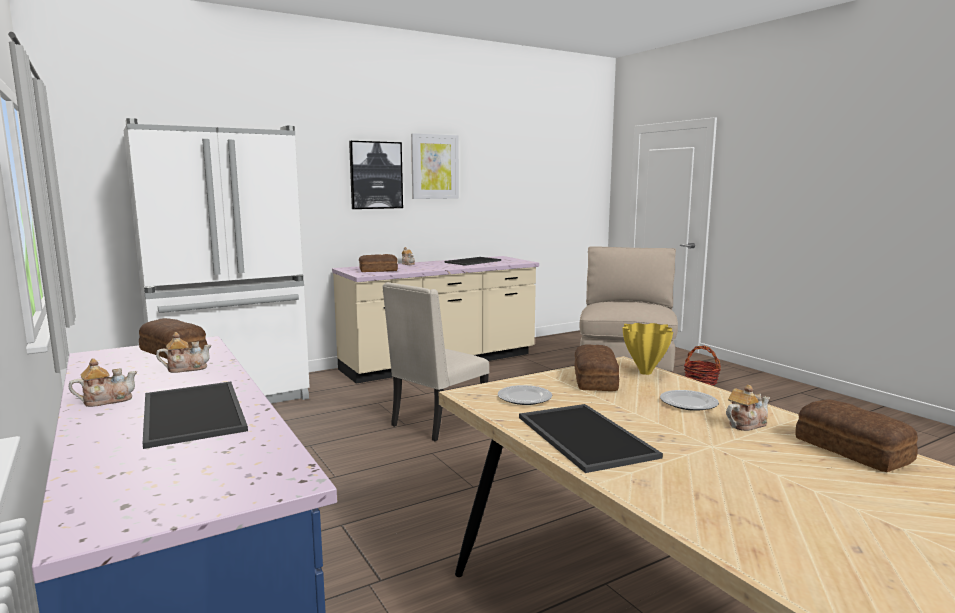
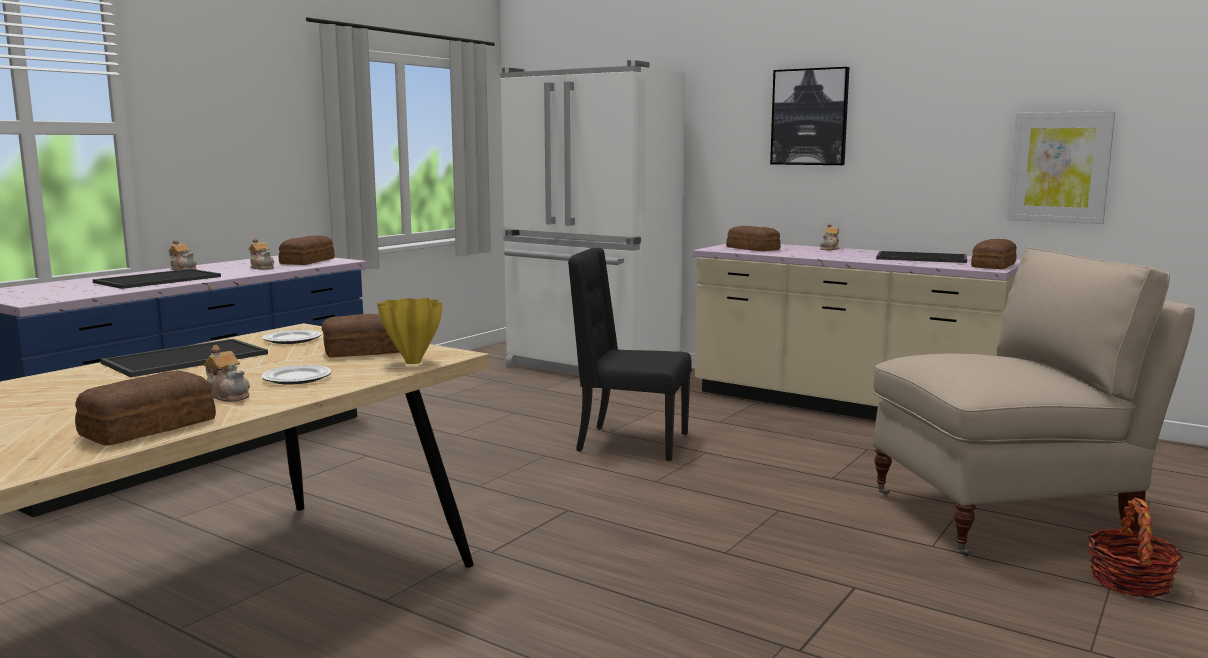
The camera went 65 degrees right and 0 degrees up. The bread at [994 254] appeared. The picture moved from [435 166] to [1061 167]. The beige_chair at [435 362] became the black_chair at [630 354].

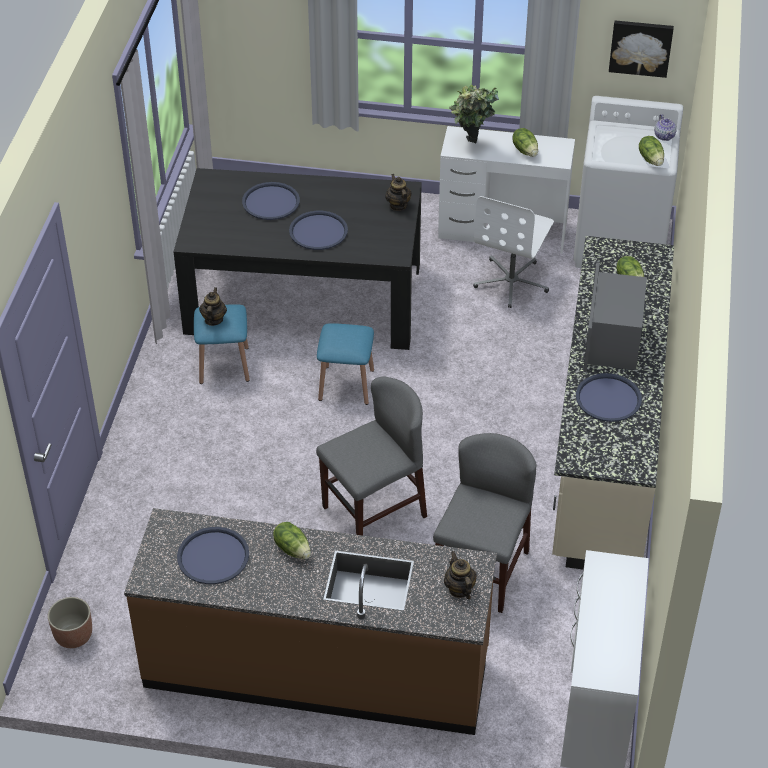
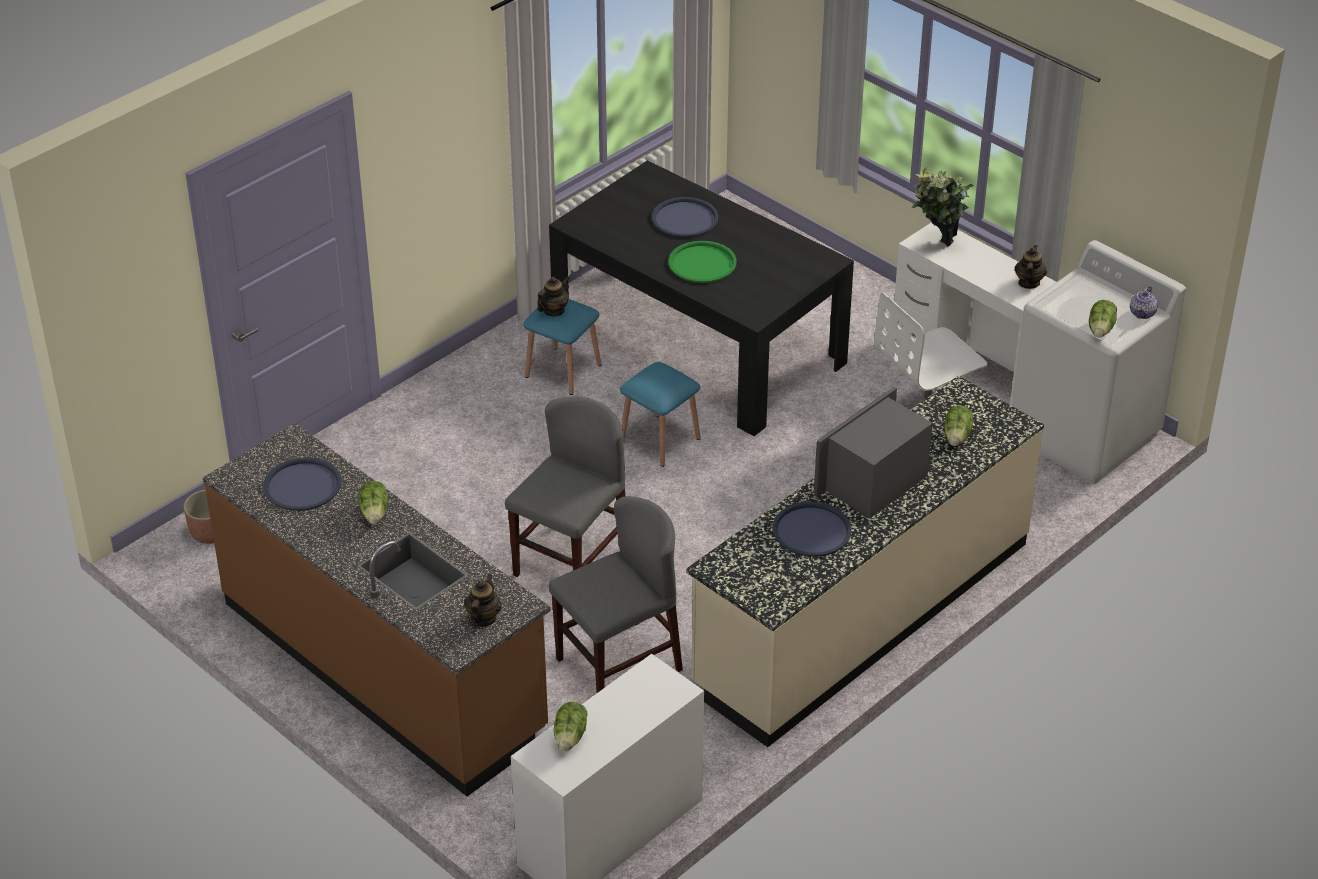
The camera went 35 degrees right and 5 degrees down. The picture at [641 49] disappeared. The teapot moved from [398 192] to [1031 267]. The lettuce moved from [525 142] to [571 726]. The blue_tray at [318 230] became the green_tray at [702 262]. The grey_chair at [371 456] turned 60 degrees counterclockwise.

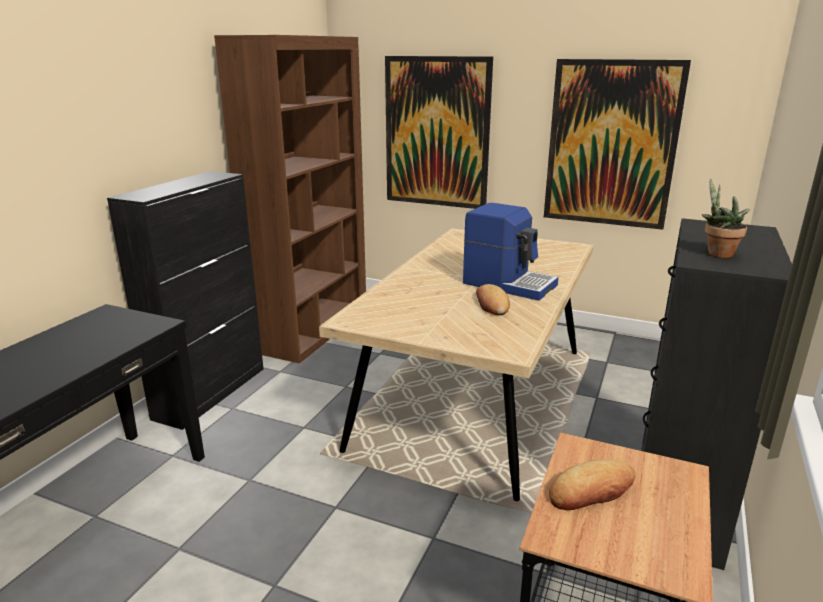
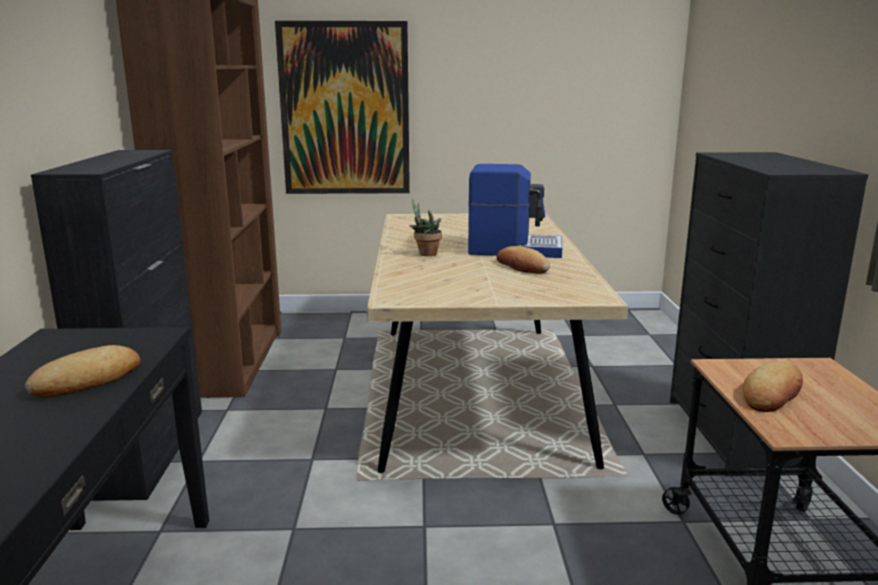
The camera went 25 degrees left and 5 degrees down. The picture at [617 144] disappeared. The bread at [82 371] appeared. The potted_plant moved from [726 218] to [425 227].

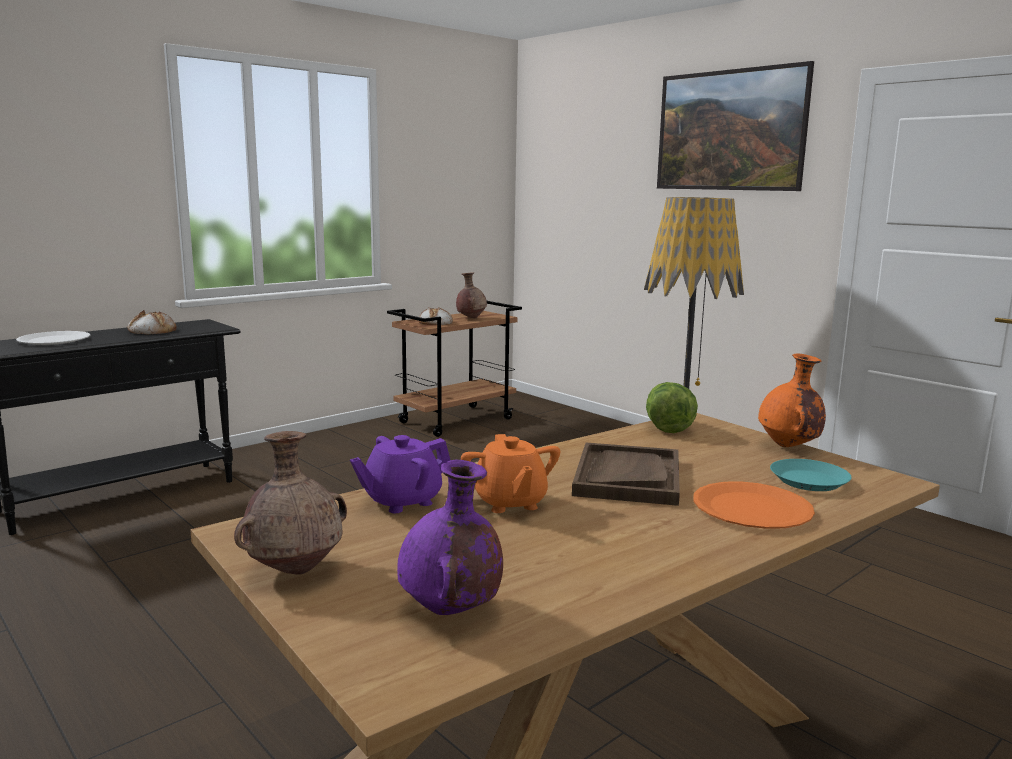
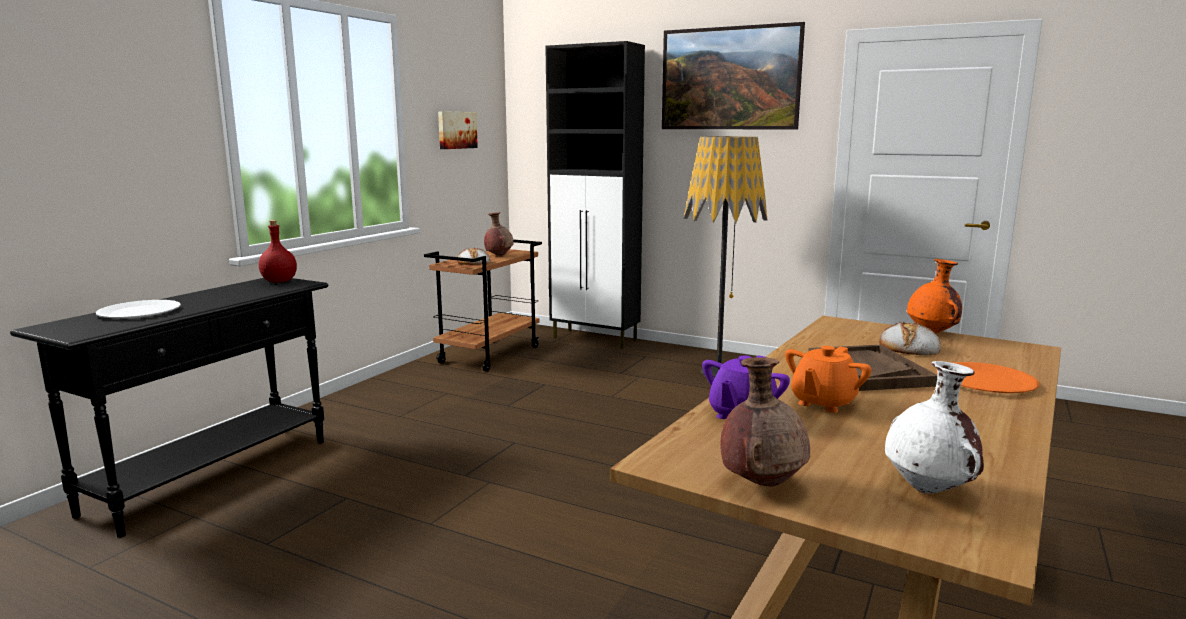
The camera went 20 degrees left and 0 degrees up. The lettuce at [672 407] disappeared. The turquoise_plate at [811 475] disappeared. The red_bottle at [278 251] appeared. The picture at [458 130] appeared. The black_cabinet at [595 195] appeared. The bread moved from [152 322] to [910 338]. The purple_vase at [450 537] became the white_vase at [934 427]. The orange_teapot at [510 473] turned 75 degrees clockwise.

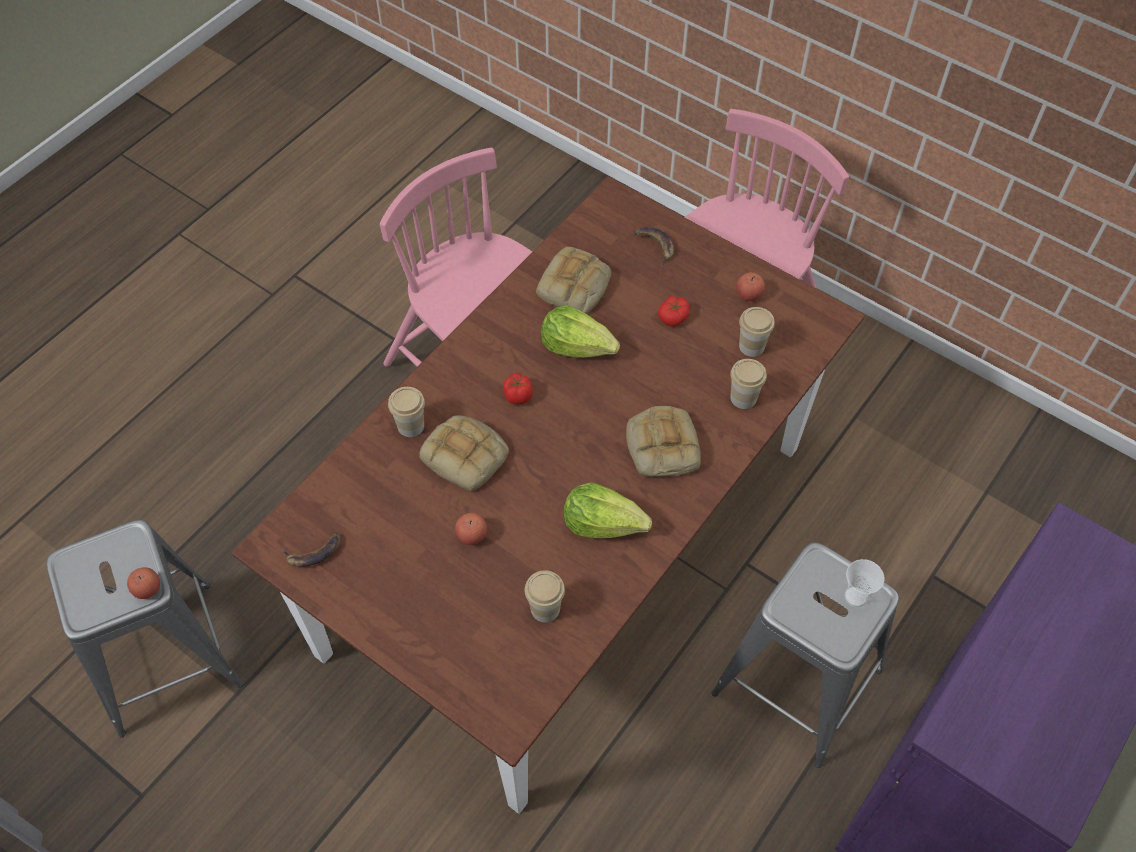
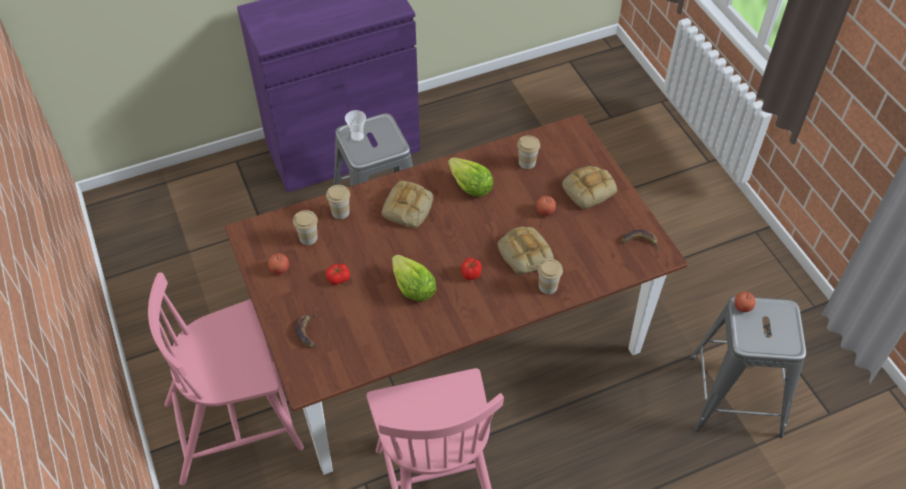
The camera went 150 degrees left and 5 degrees down. The bread moved from [573 280] to [589 187].

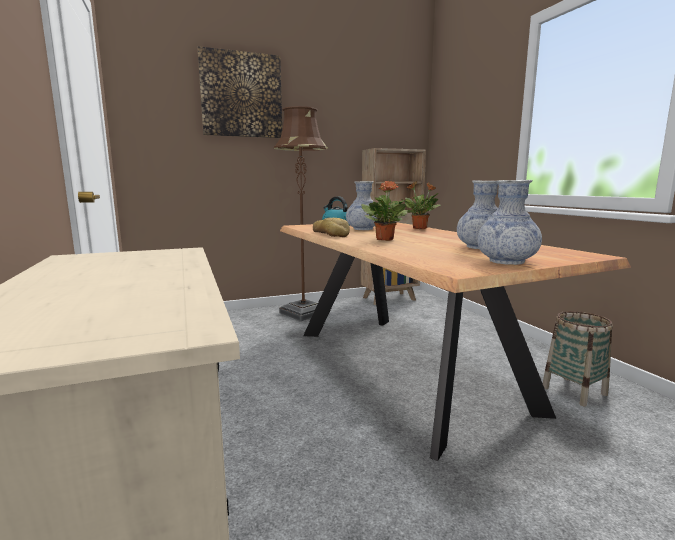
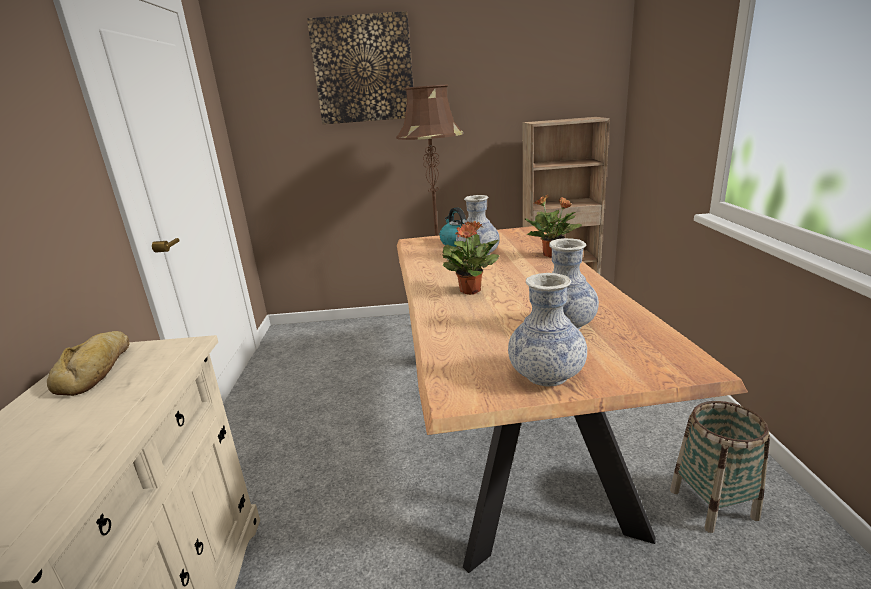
The camera went 20 degrees right and 10 degrees up. The bread moved from [331 227] to [88 363].

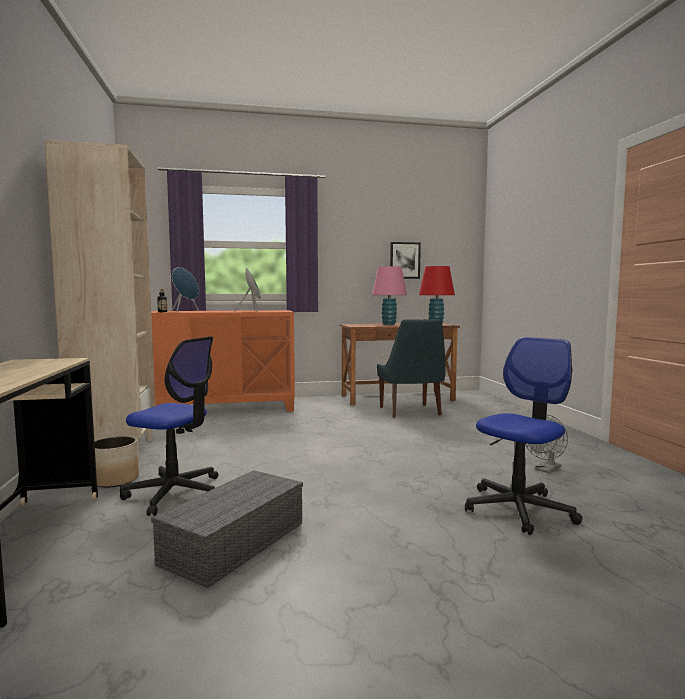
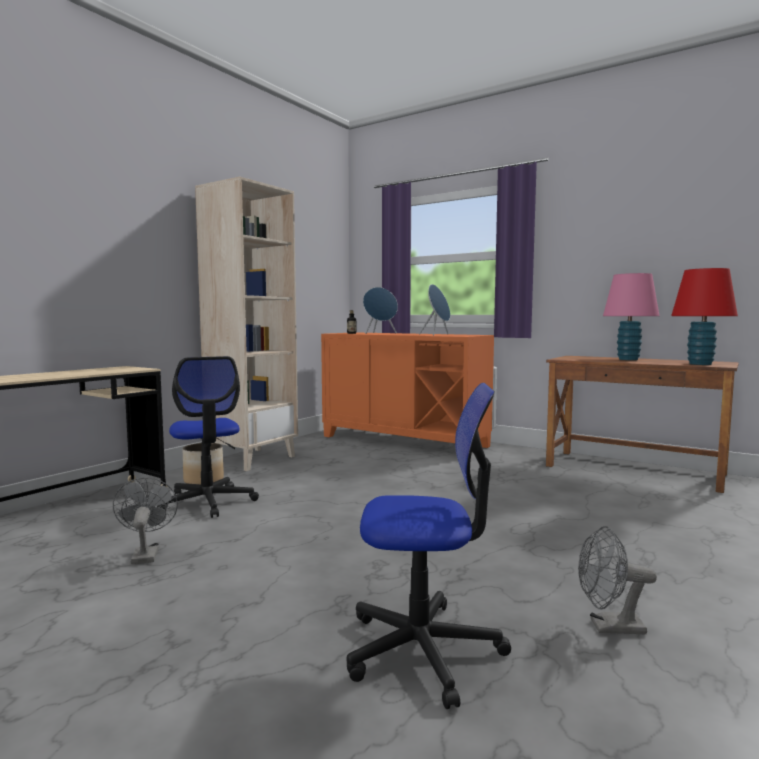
The camera went 45 degrees right and 0 degrees up. The blue_chair at [411 368] disappeared. The picture at [405 260] disappeared. The grey_storage_box at [227 529] was replaced by the grey_fan at [145 521].

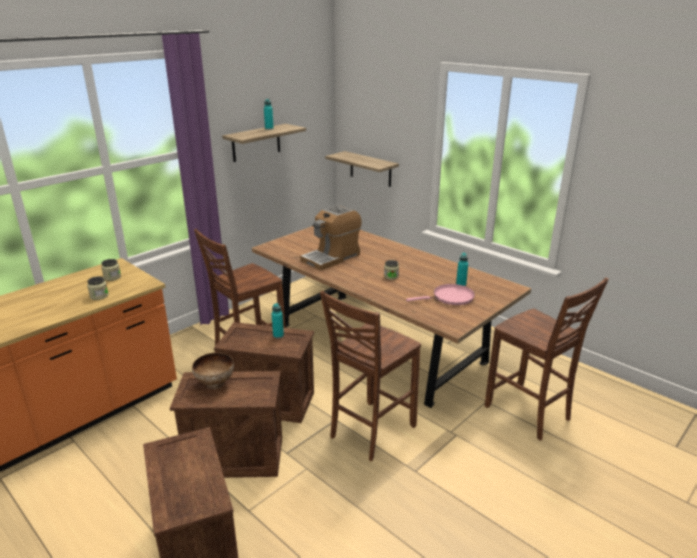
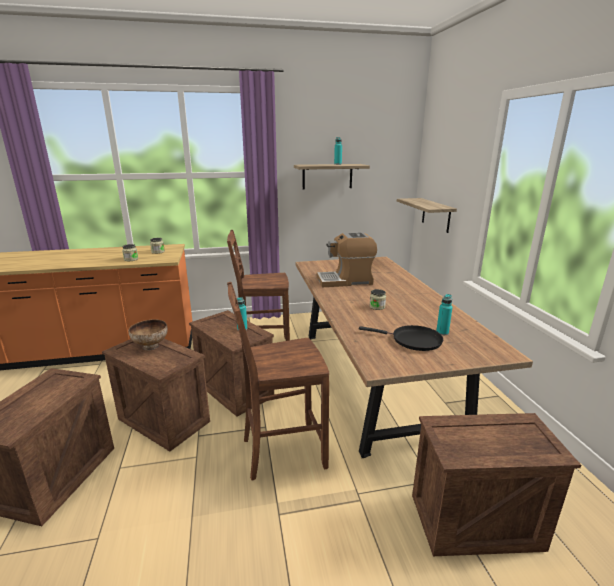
The camera went 35 degrees right and 5 degrees down. The brown_chair at [547 359] was replaced by the crate at [496 484]. The pink_frying_pan at [440 294] became the black_frying_pan at [401 338].

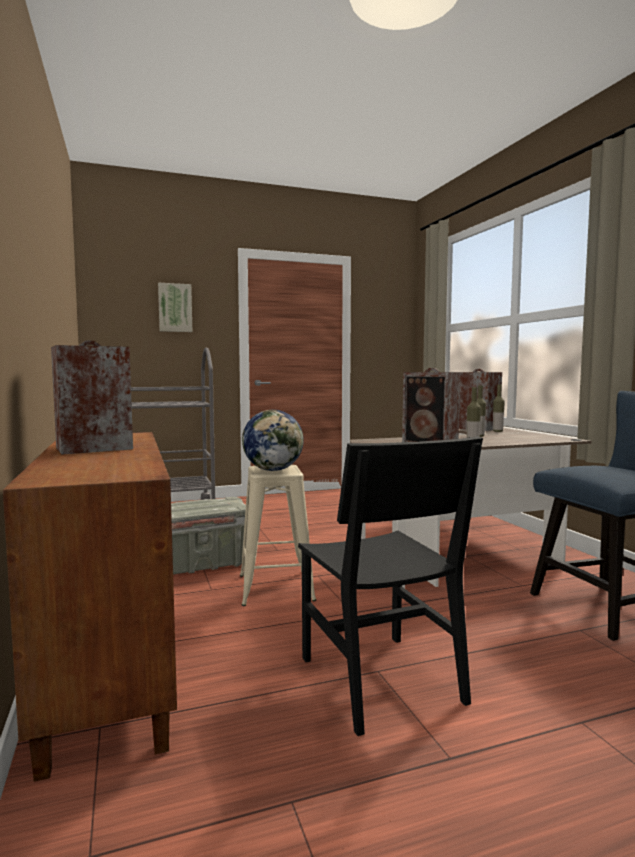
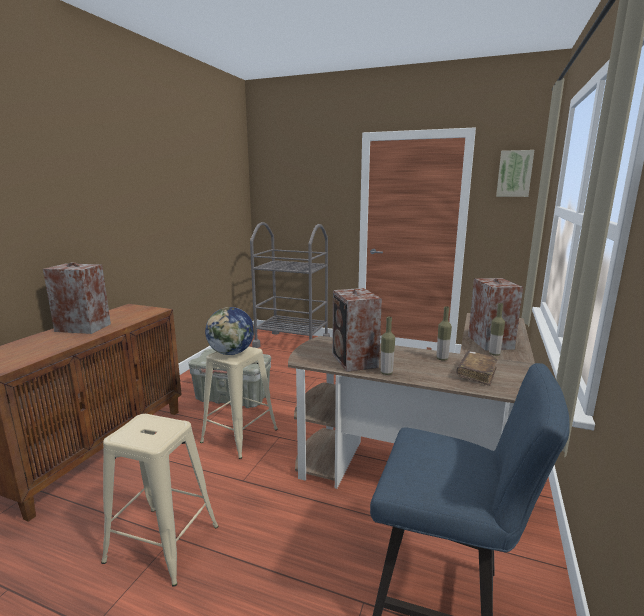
The camera went 40 degrees right and 10 degrees up. The brown_book at [477 368] appeared. The picture moved from [175 307] to [515 173]. The black_chair at [390 586] was replaced by the beige_stool at [160 500].

